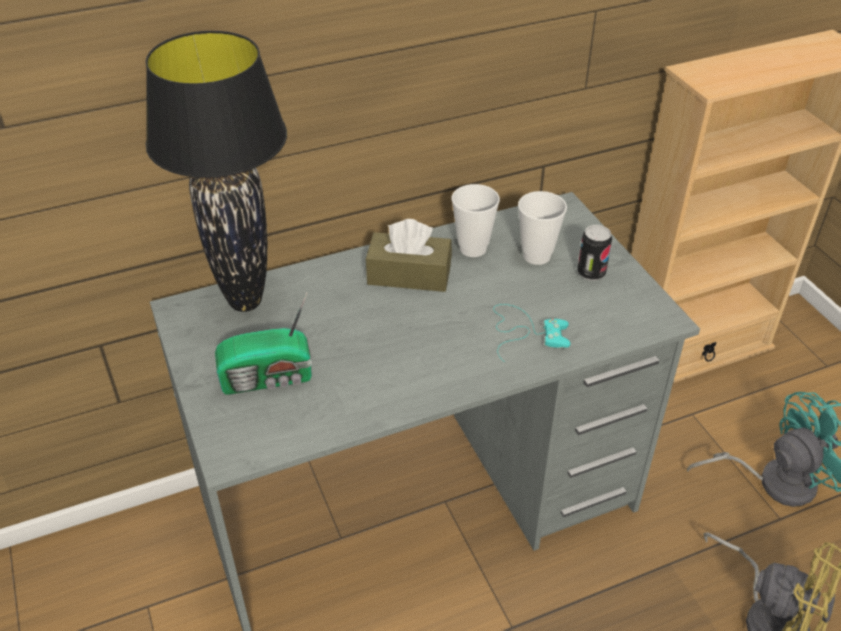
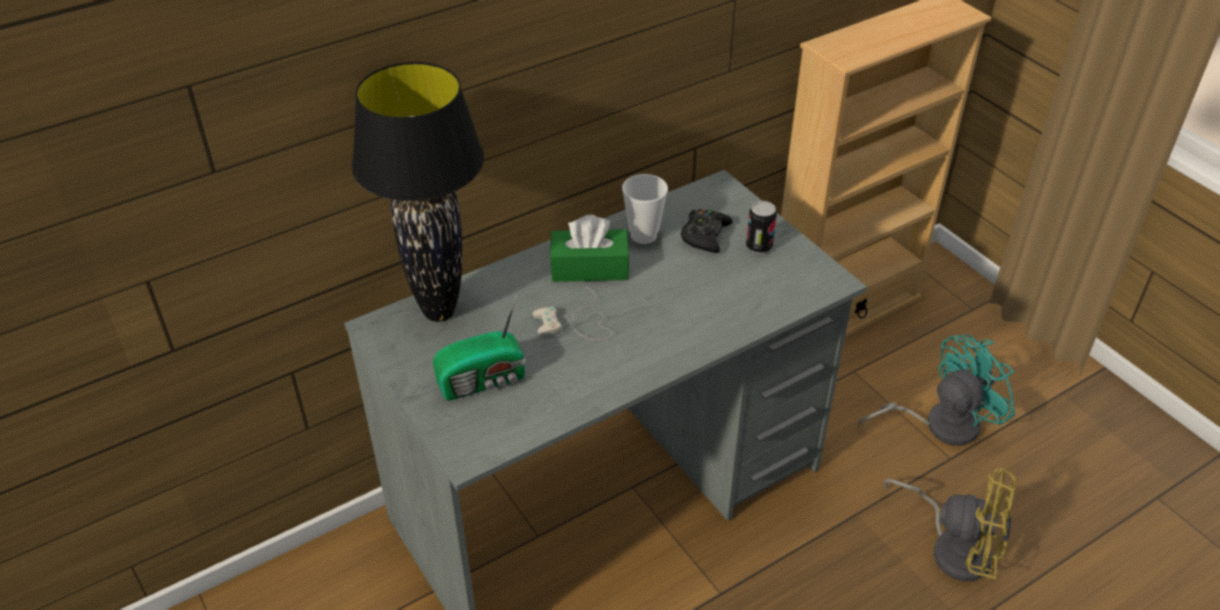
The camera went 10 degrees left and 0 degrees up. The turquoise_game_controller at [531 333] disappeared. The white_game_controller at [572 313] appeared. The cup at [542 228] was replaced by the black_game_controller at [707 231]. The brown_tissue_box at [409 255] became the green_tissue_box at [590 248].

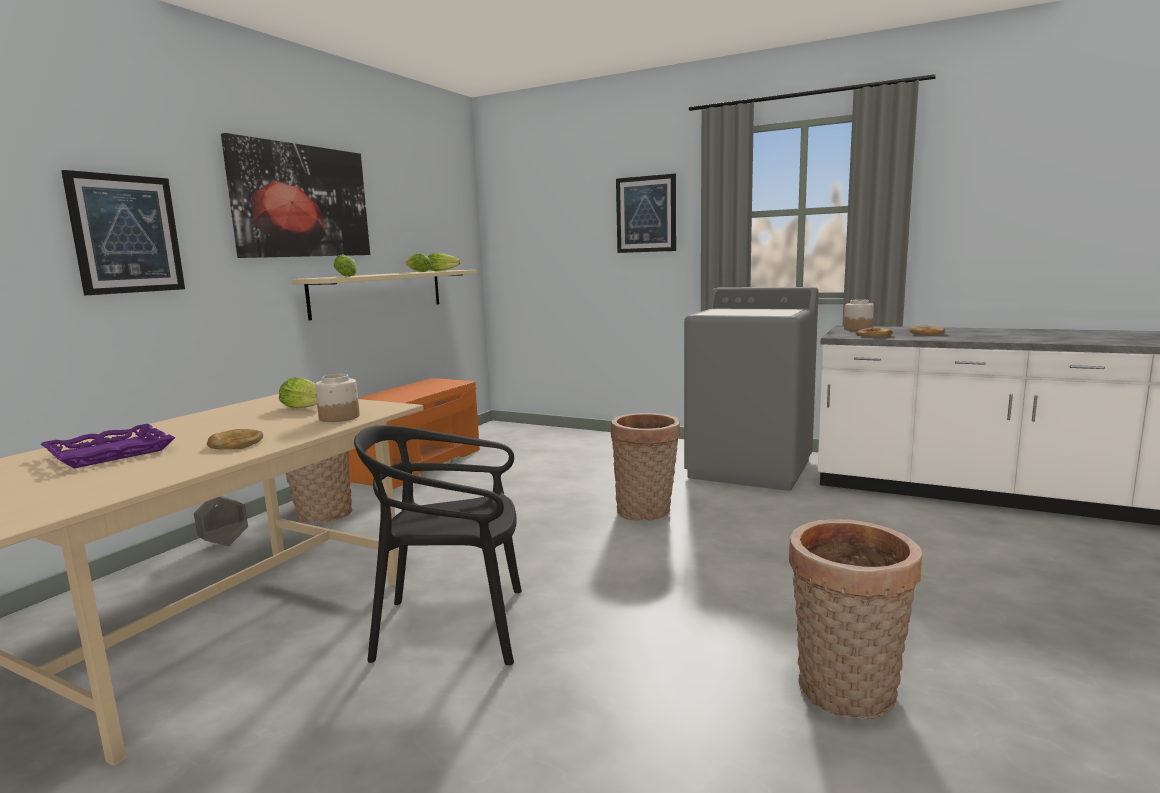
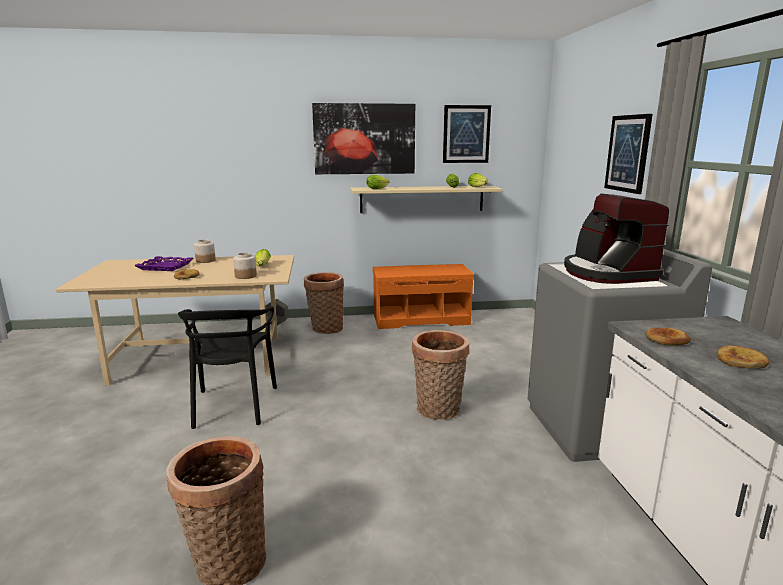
The camera went 55 degrees right and 5 degrees up. The coffee_machine at [616 239] appeared. The picture moved from [123 232] to [467 134]. The jar moved from [859 315] to [205 251]. The black_chair at [438 545] turned 150 degrees counterclockwise.

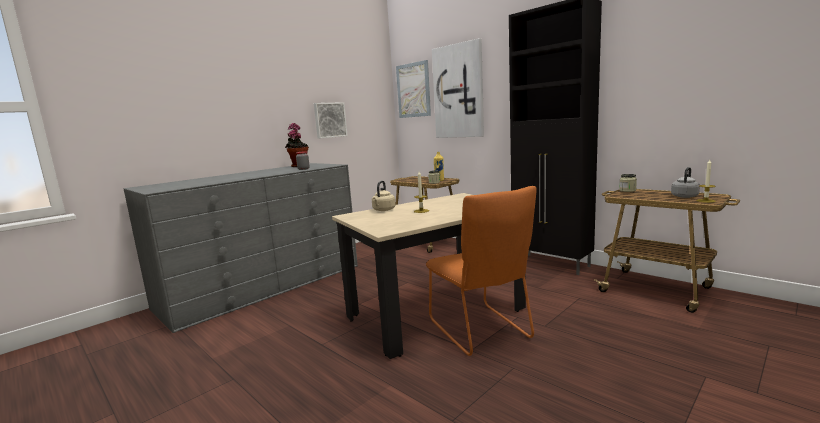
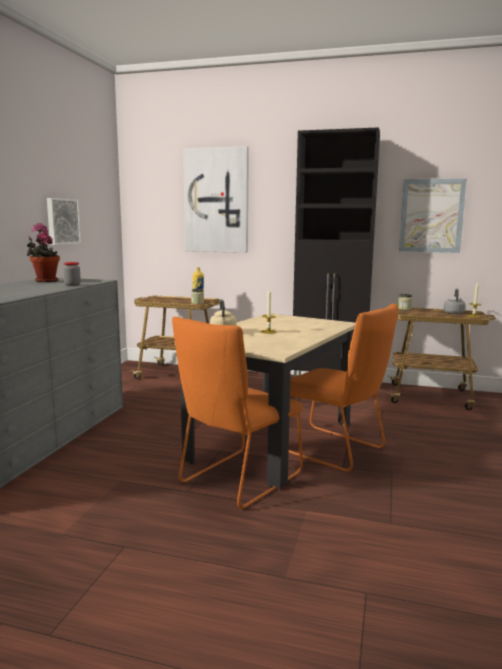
The camera went 30 degrees left and 0 degrees up. The orange_chair at [238 413] appeared. The picture moved from [413 89] to [433 216].

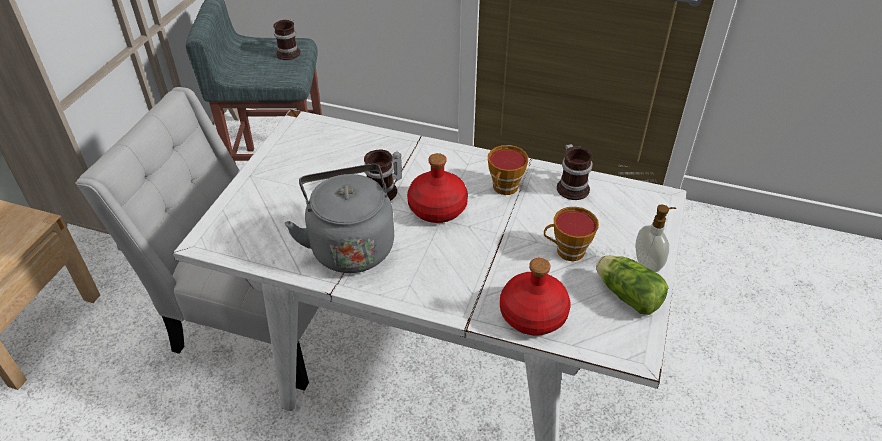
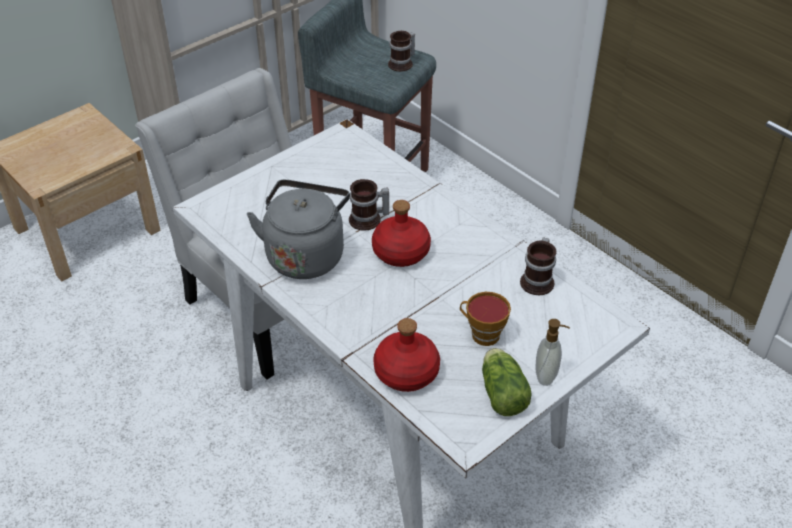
The camera went 30 degrees right and 0 degrees up. The cup at [508 170] disappeared.

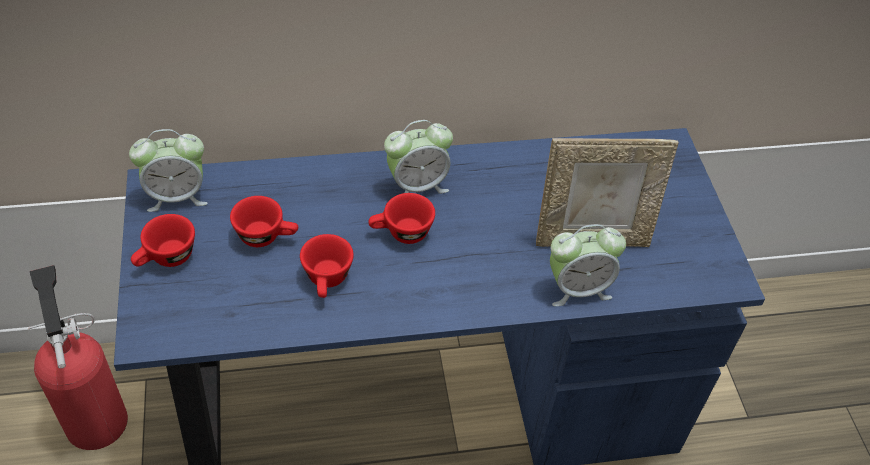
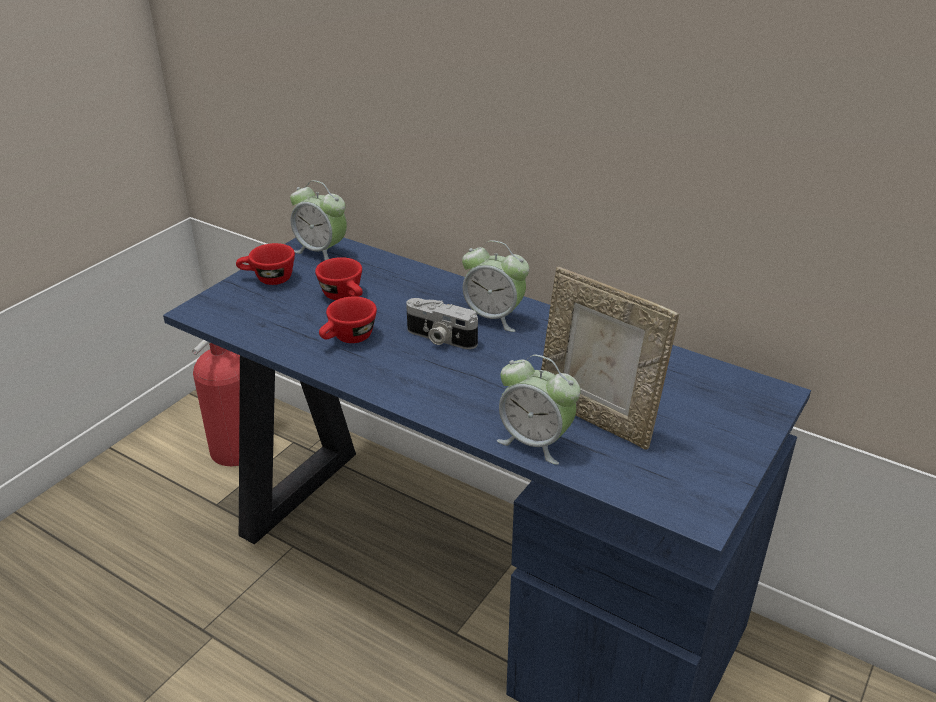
The camera went 45 degrees right and 15 degrees down. The red_cup at [402 218] was replaced by the photo_camera at [442 323].

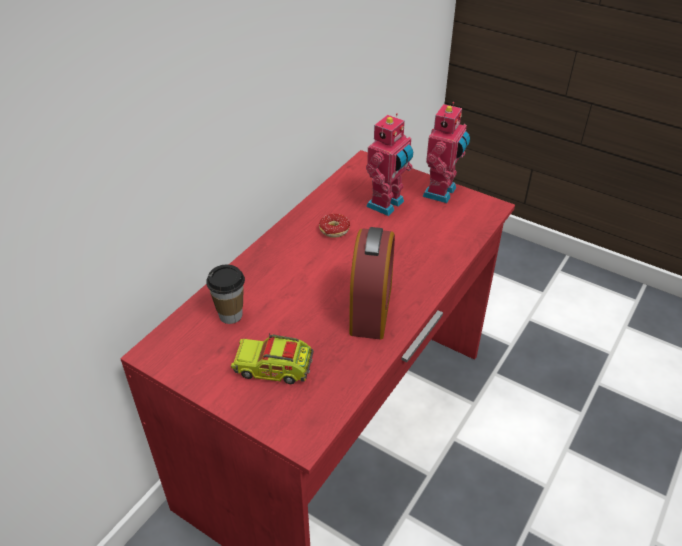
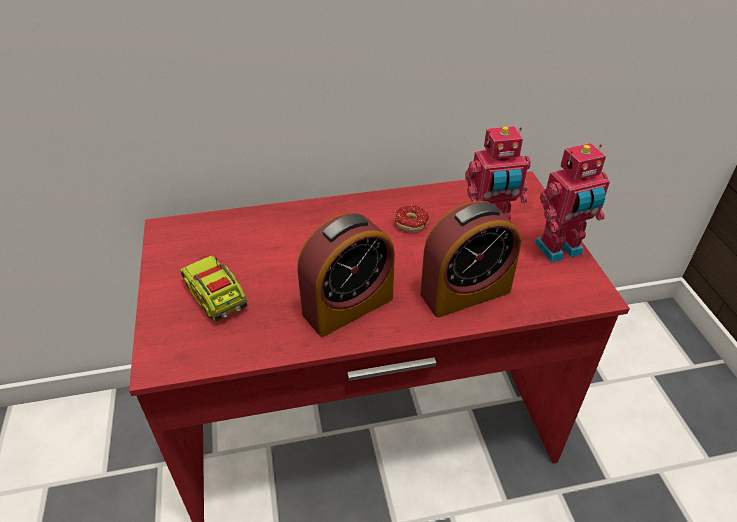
The camera went 45 degrees right and 0 degrees up. The cup at [225 294] disappeared. The alarm_clock at [470 259] appeared.

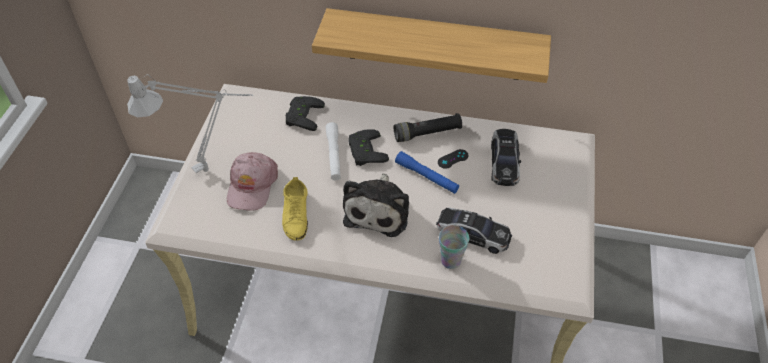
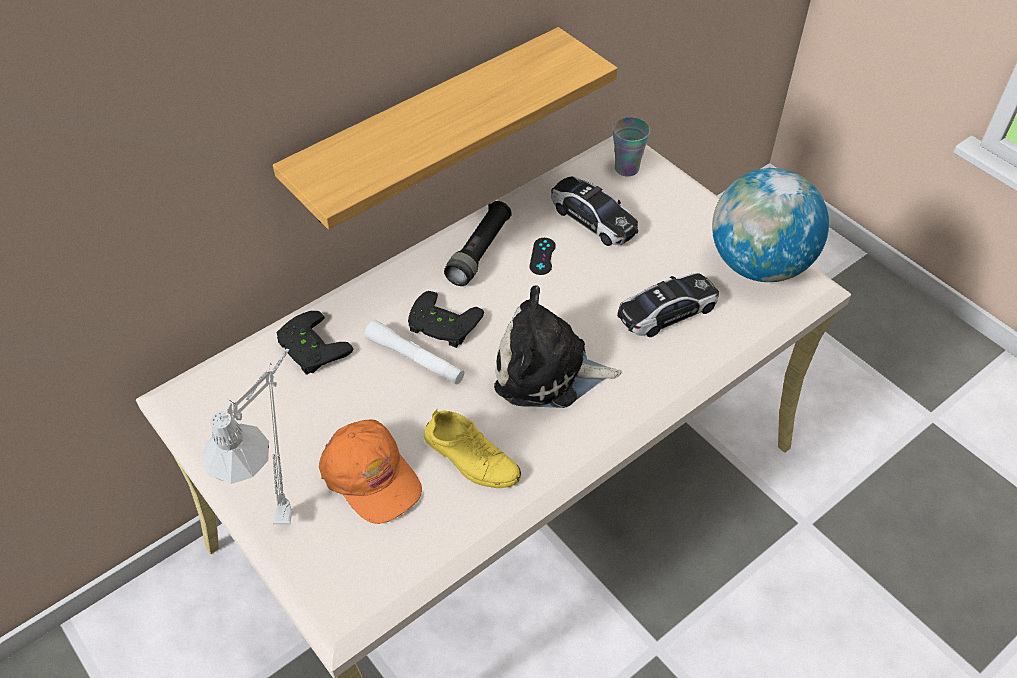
The camera went 50 degrees left and 0 degrees up. The blue_flashlight at [427 172] disappeared. The globe at [770 225] appeared. The cup moved from [454 247] to [631 147]. The pink_cap at [252 181] became the orange_cap at [370 471]. The plush_toy at [376 205] turned 135 degrees clockwise.

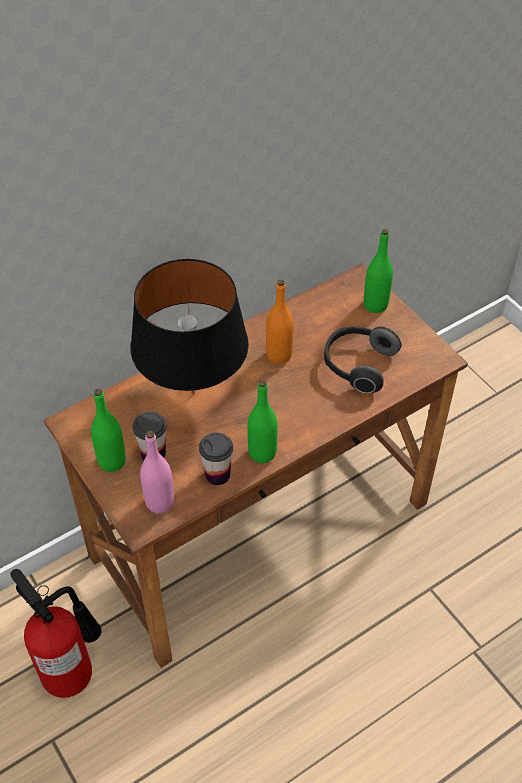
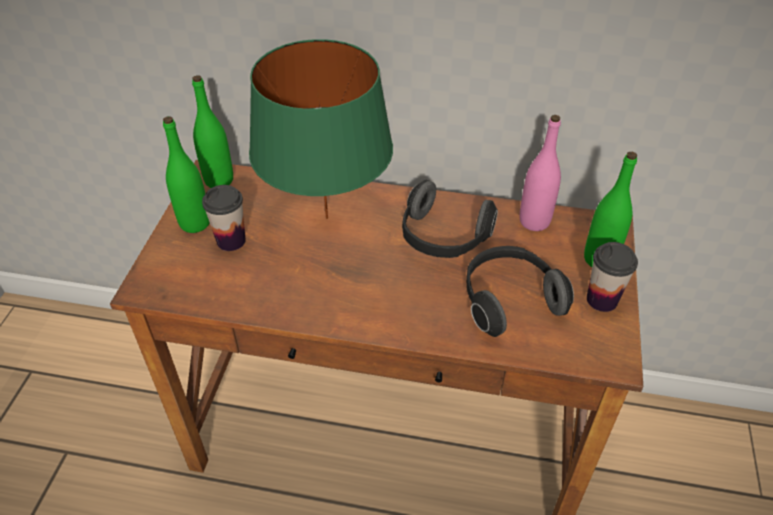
The camera went 45 degrees right and 5 degrees down. The fire_extinguisher at [56 633] disappeared. The pink_bottle moved from [157 472] to [540 173]. The cup moved from [216 458] to [612 277]. The green_bottle moved from [262 421] to [212 131]. The orange_bottle at [280 322] was replaced by the headphones at [450 219]. The black_table_lamp at [189 326] became the green_table_lamp at [321 129].

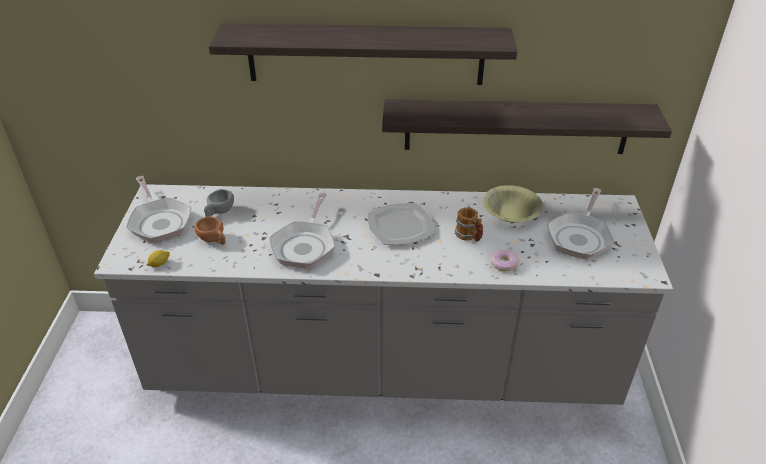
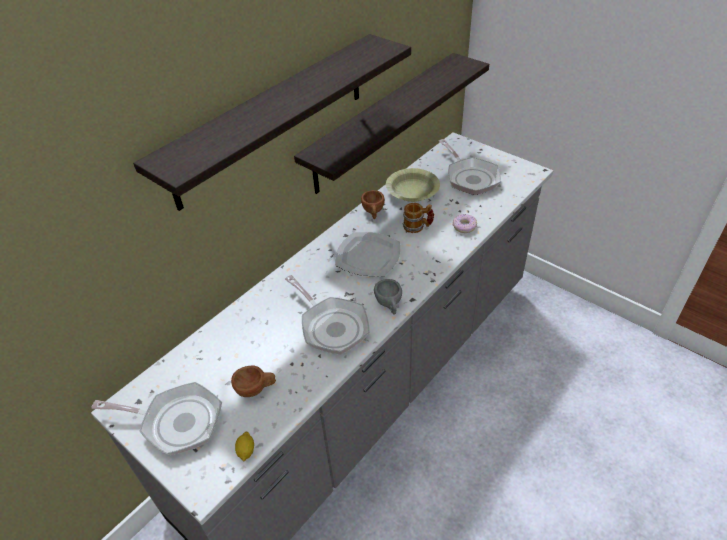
The camera went 50 degrees left and 5 degrees up. The brown_cup at [373 204] appeared. The grey_cup moved from [219 203] to [388 297].

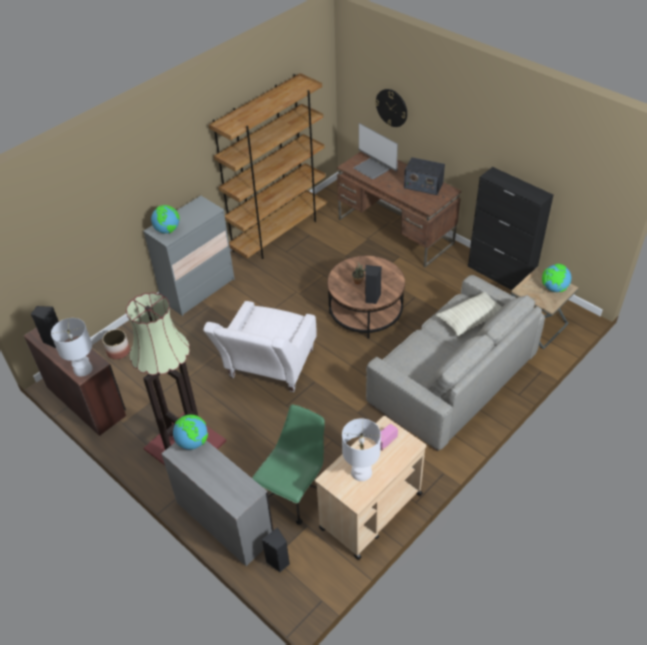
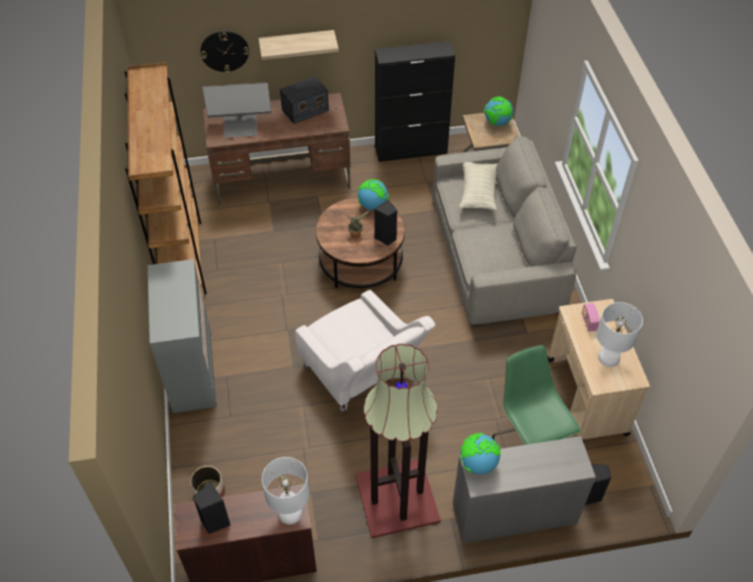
The camera went 55 degrees left and 5 degrees up. The shelf at [298 45] appeared. The globe moved from [165 219] to [373 194].

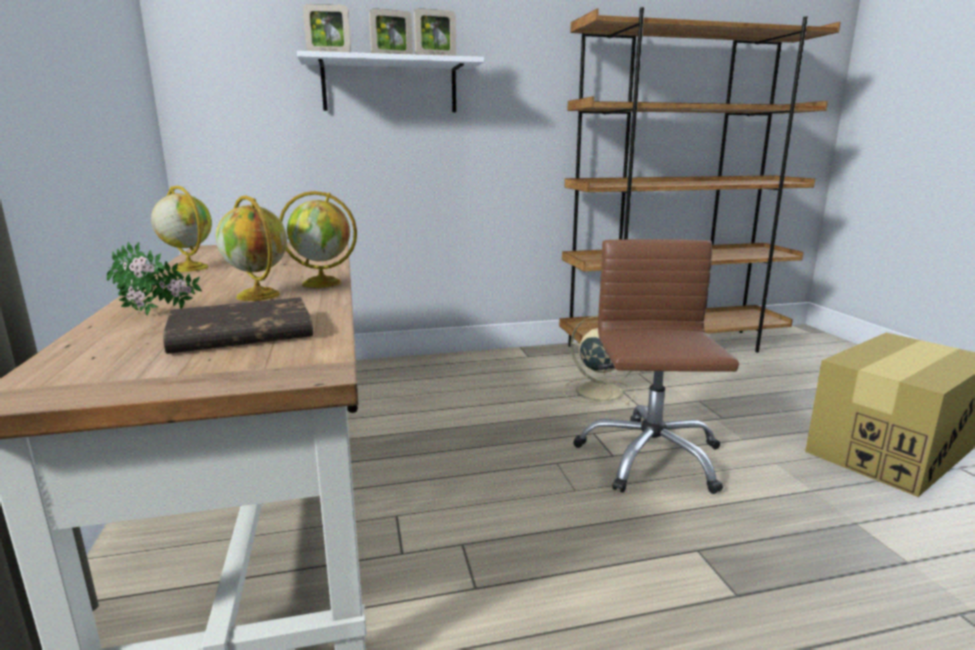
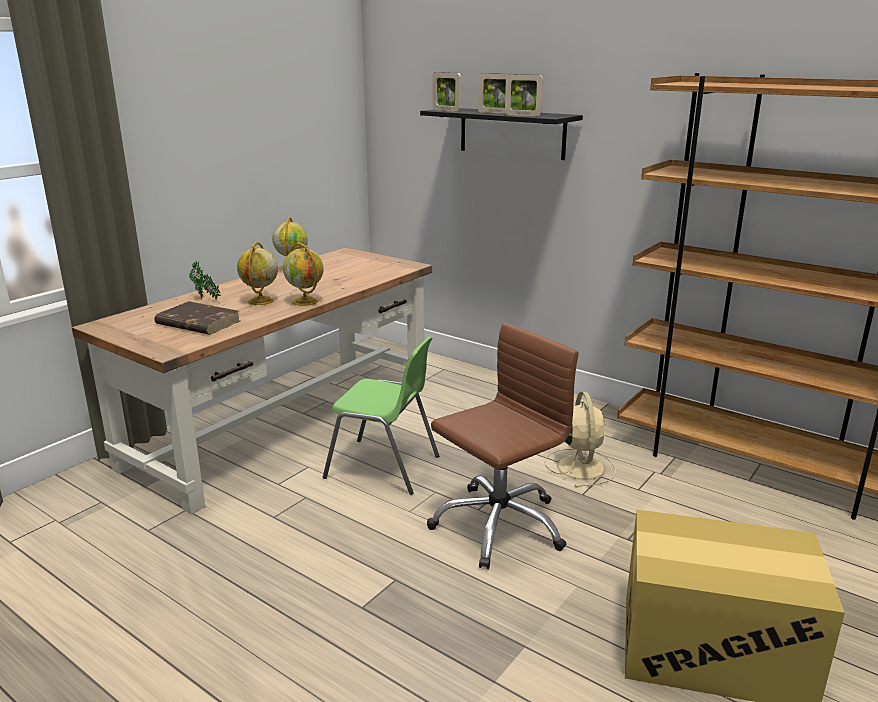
The camera went 50 degrees right and 5 degrees up. The green_chair at [381 415] appeared. The white_shelf at [390 81] became the black_shelf at [501 134].

